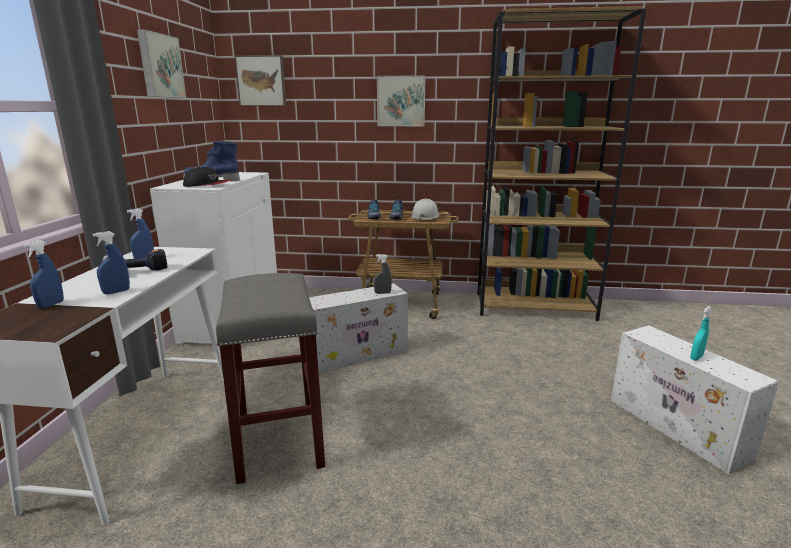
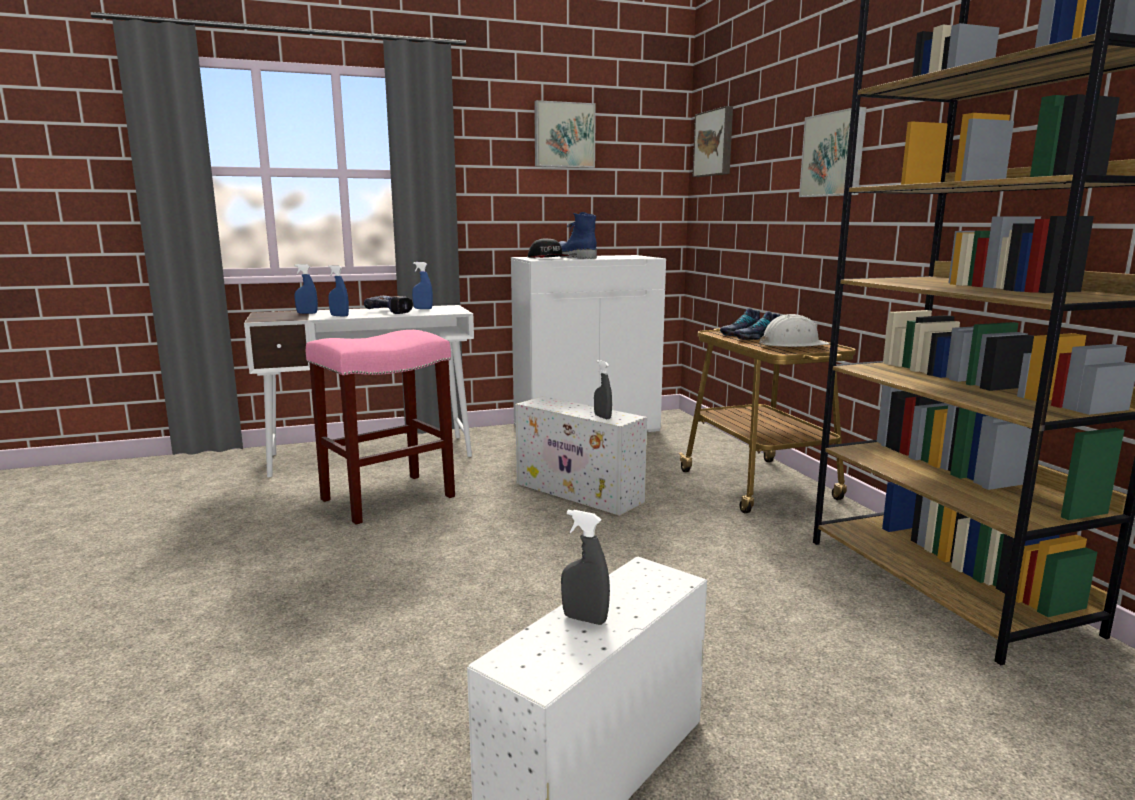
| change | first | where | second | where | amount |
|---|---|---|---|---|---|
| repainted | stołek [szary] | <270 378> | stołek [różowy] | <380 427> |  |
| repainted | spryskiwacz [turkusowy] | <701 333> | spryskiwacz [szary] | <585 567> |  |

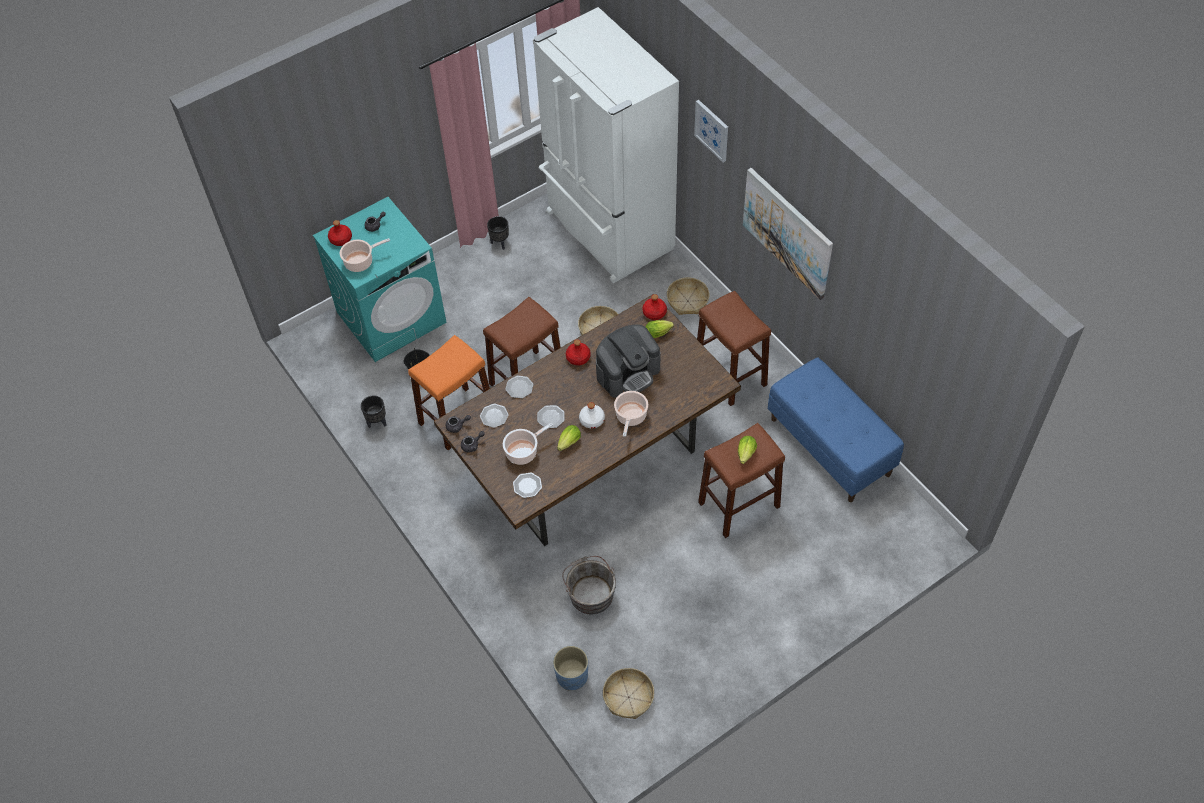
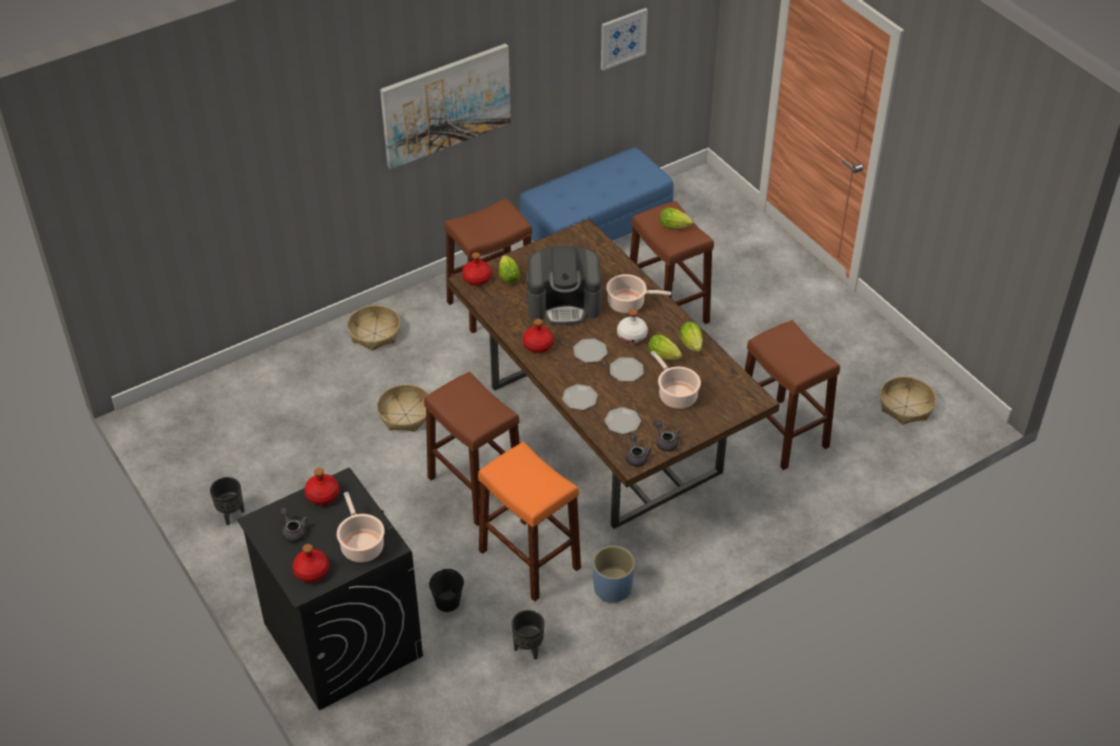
| change | first | where | second | where | amount |
|---|---|---|---|---|---|
| gone | lodówka [biały] | <606 145> |  |  |  |
| new |  |  | butelka [czerwony] | <321 486> |  |
| new |  |  | sałata | <691 337> |  |
| shifted | talerz | <527 485> |  | <590 350> |  |
| shifted | donica [niebieski] | <570 668> |  | <614 574> |  |
| shifted | obraz | <711 131> |  | <624 39> |  |
| swapped | wiadro [szary] | <589 585> | stołek [brązowy] | <792 395> |  |
| repainted | pralka [turkusowy] | <380 279> | pralka [czarny] | <330 588> |  |
| rotated | ekspres do kawy | <628 361> |  | <564 285> | 120 degrees clockwise |

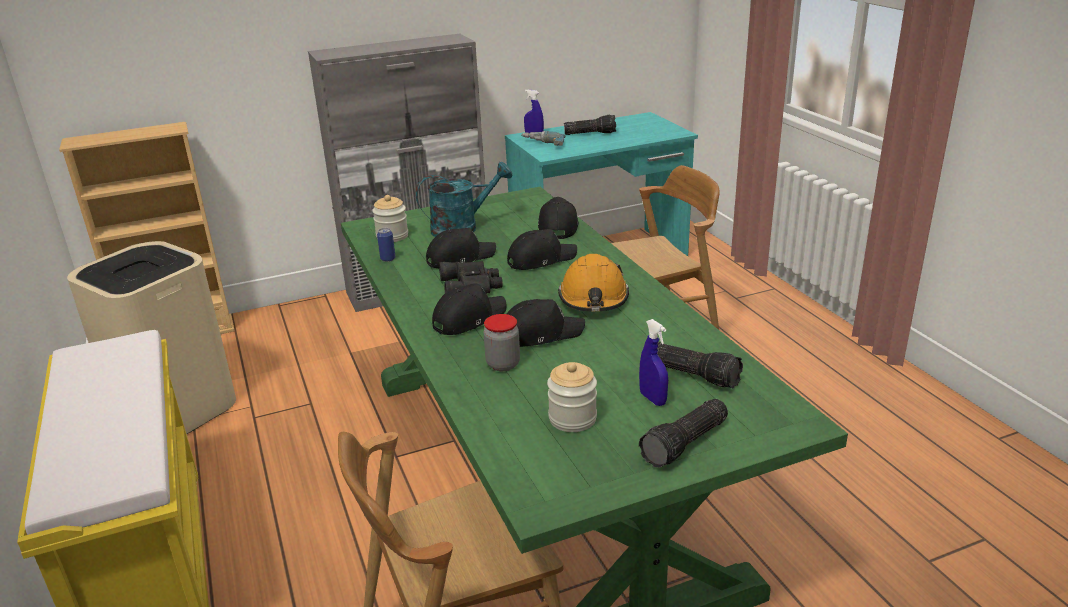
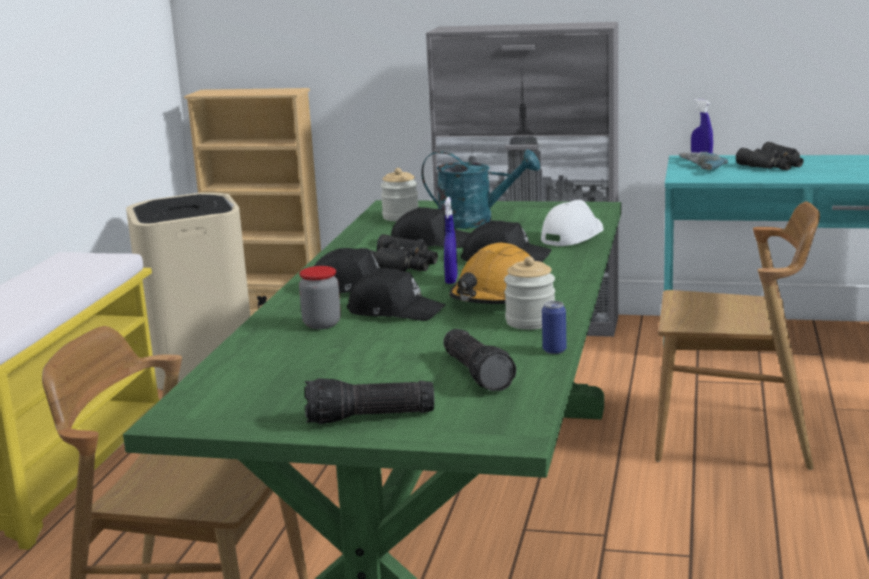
| change | first | where | second | where | amount |
|---|---|---|---|---|---|
| shifted | puszka | <386 245> |  | <554 327> |  |
| shifted | słoik | <572 397> |  | <529 293> |  |
| shifted | spryskiwacz [niebieski] | <653 362> |  | <451 240> |  |
| swapped | latarka | <590 125> | lornetka [czarny] | <770 156> |  |
| repainted | czapka z daszkiem [czarny] | <558 218> | czapka z daszkiem [biały] | <572 223> |  |

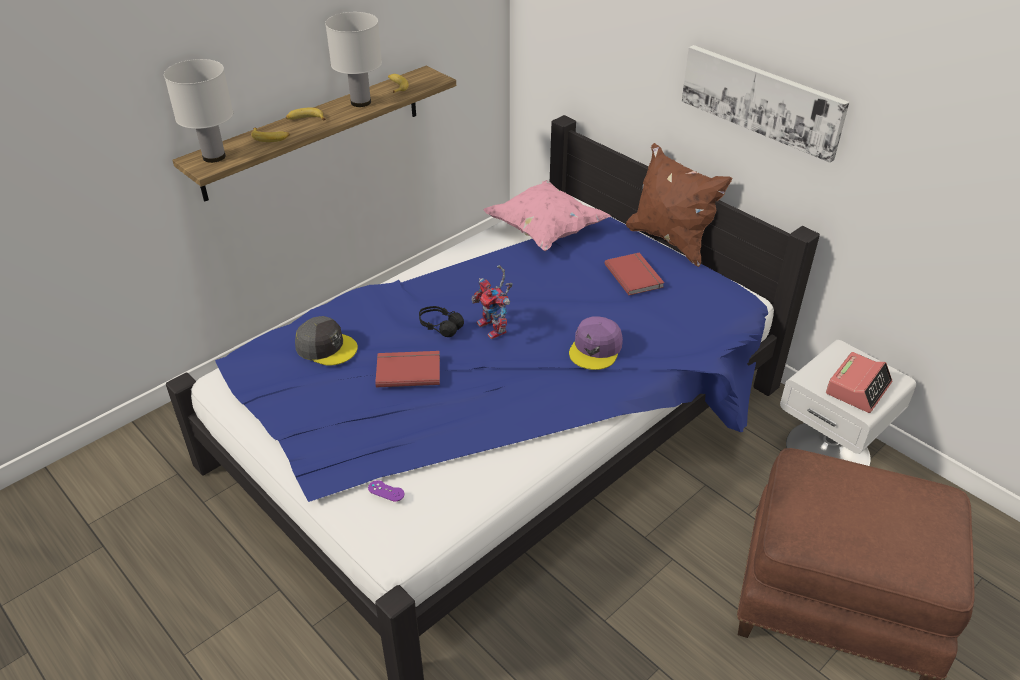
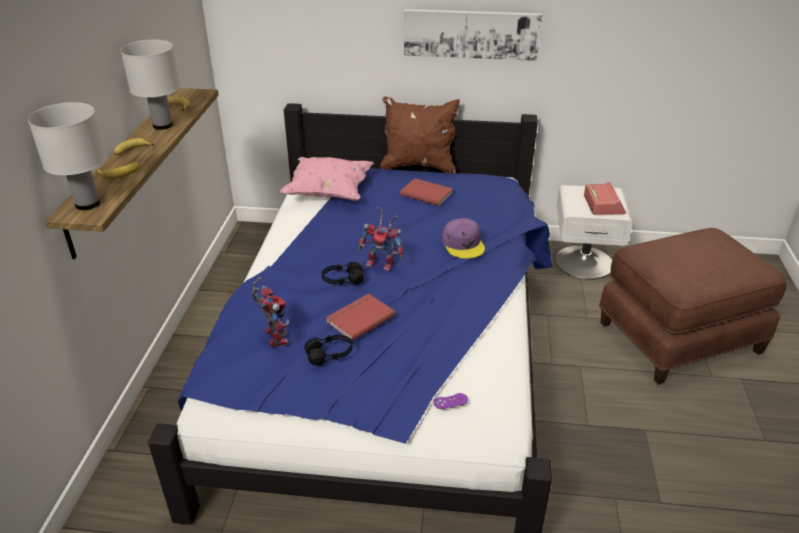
| change | first | where | second | where | amount |
|---|---|---|---|---|---|
| new |  |  | słuchawki [czarny] | <328 350> |  |
| swapped | czapka z daszkiem [szary] | <326 341> | robot zabawkowy | <271 312> |  |

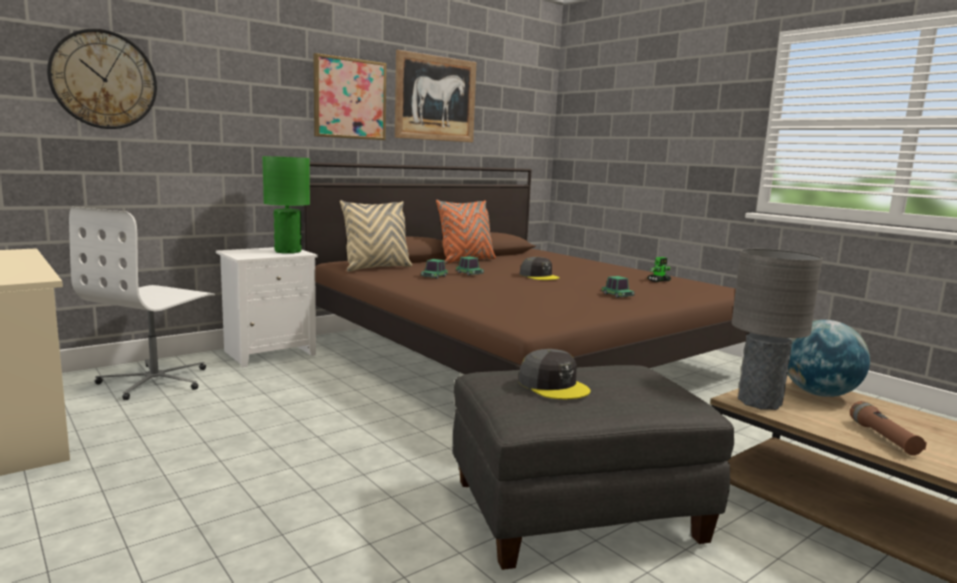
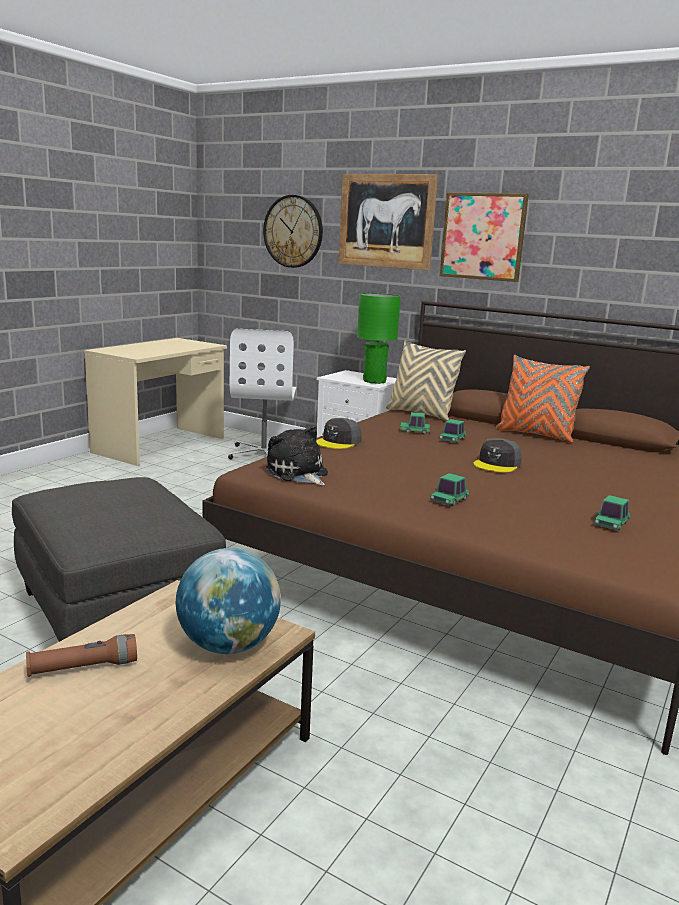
| change | first | where | second | where | amount |
|---|---|---|---|---|---|
| gone | lampa stołowa [szary] | <777 329> |  |  |  |
| new |  |  | pluszak | <297 456> |  |
| shifted | obraz | <435 96> |  | <388 222> |  |
| shifted | czapka z daszkiem [szary] | <555 374> |  | <339 433> |  |
| swapped | robot zabawkowy | <659 269> | samochodzik | <612 512> |  |
| rotated | krzesło biurowe [biały] | <142 303> |  | <262 394> | 90 degrees counterclockwise |

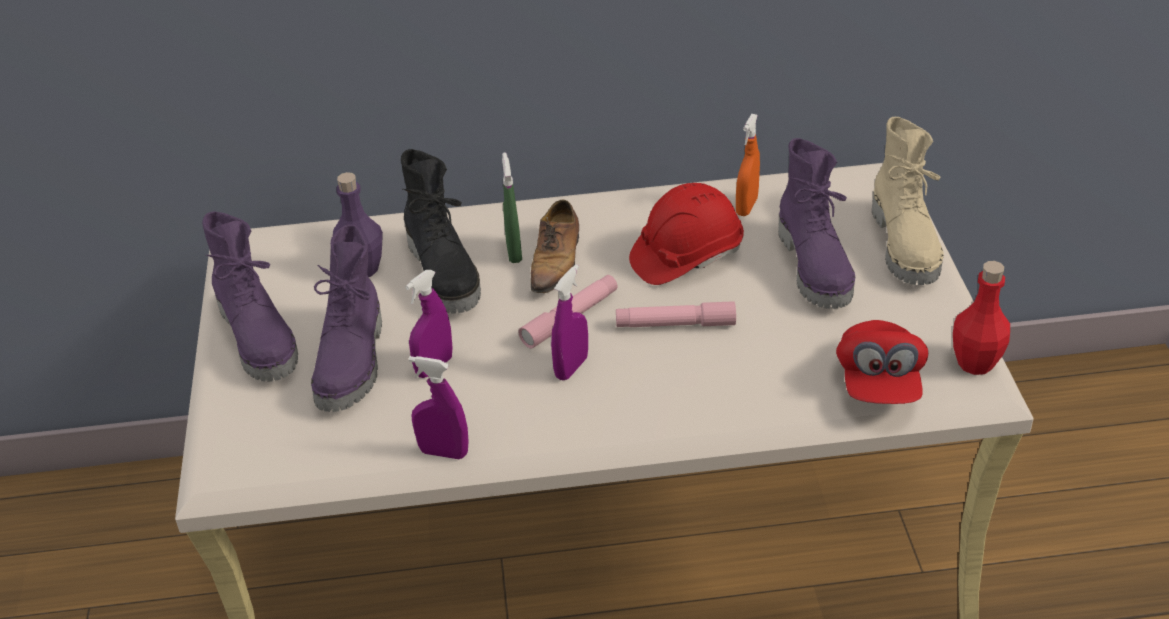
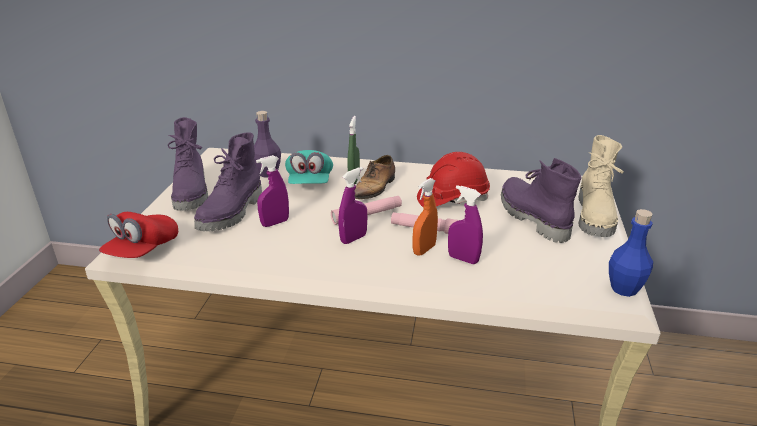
| change | first | where | second | where | amount |
|---|---|---|---|---|---|
| shifted | spryskiwacz [fioletowy] | <439 407> |  | <465 224> |  |
| shifted | spryskiwacz [pomarańczowy] | <748 165> |  | <425 217> |  |
| shifted | czapka z daszkiem [czerwony] | <882 362> |  | <138 235> |  |
| swapped | but z cholewką [czarny] | <441 231> | czapka z daszkiem [turkusowy] | <309 167> |  |
| repainted | butelka [czerwony] | <981 318> | butelka [niebieski] | <631 253> |  |
| rotated | but z cholewką [fioletowy] | <816 223> |  | <541 200> | 150 degrees clockwise |

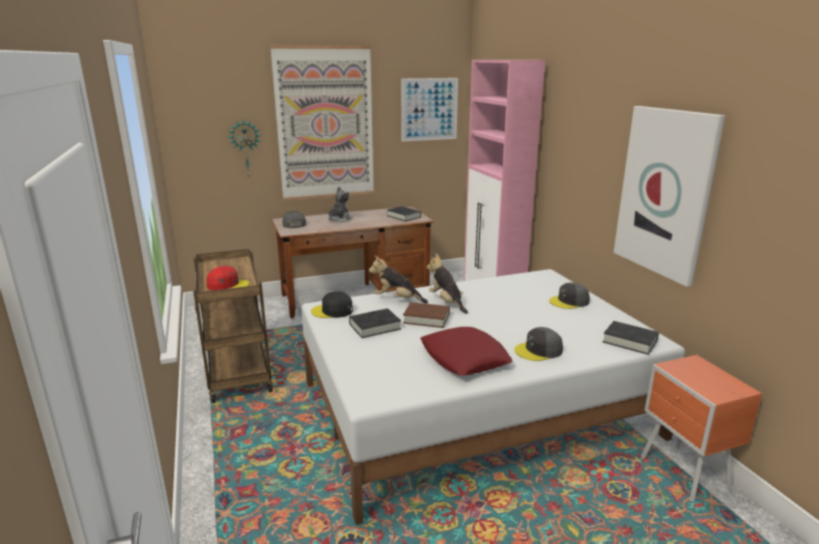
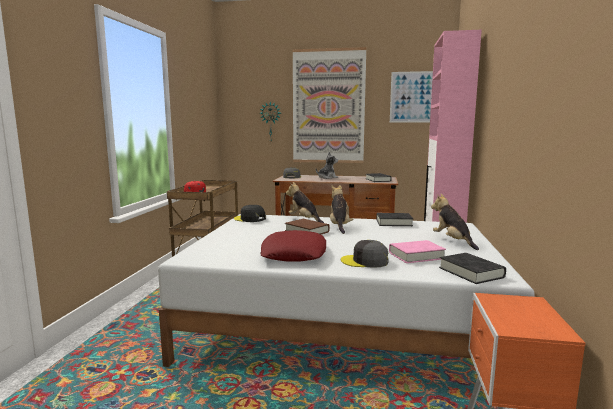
| change | first | where | second | where | amount |
|---|---|---|---|---|---|
| gone | obraz | <669 196> |  |  |  |
| new |  |  | książka [różowy] | <417 251> |  |
| shifted | książka [czarny] | <375 323> |  | <394 219> |  |
| swapped | czapka z daszkiem [szary] | <569 295> | pluszak | <455 222> |  |

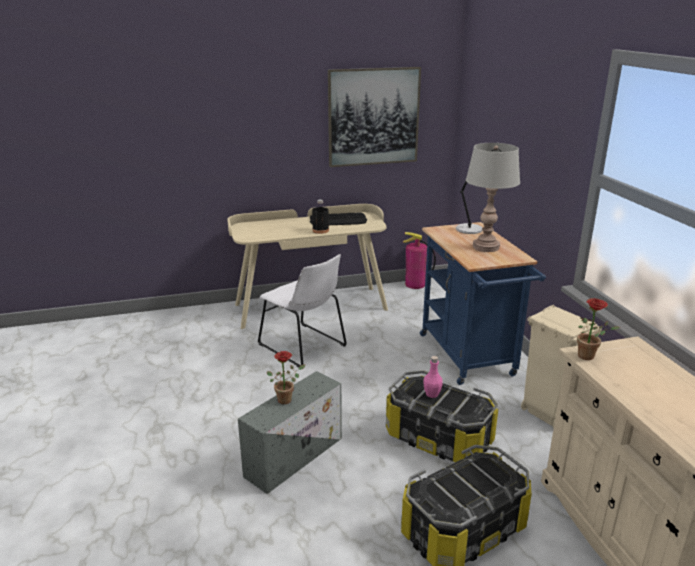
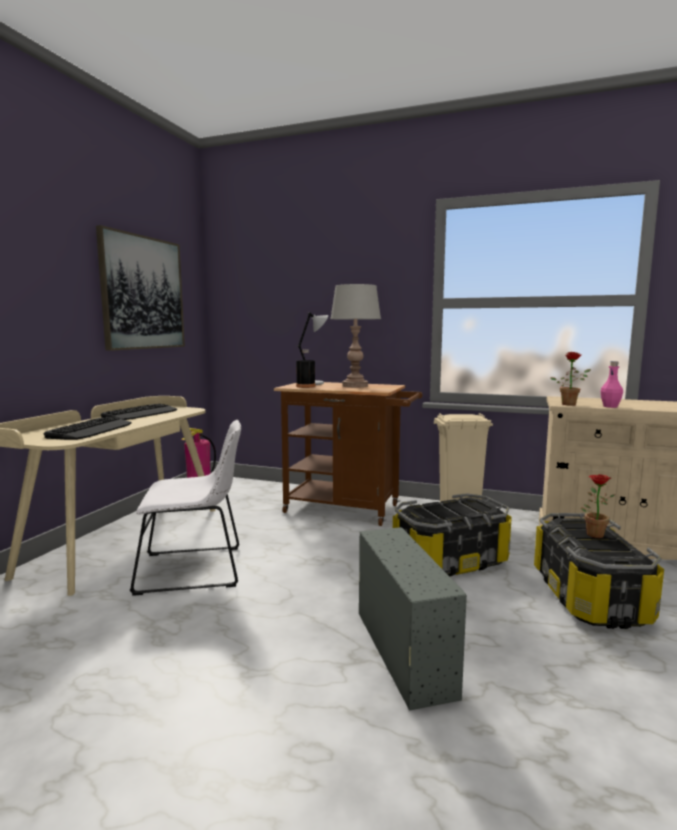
| change | first | where | second | where | amount |
|---|---|---|---|---|---|
| new |  |  | klawiatura | <88 428> |  |
| shifted | roślina doniczkowa | <286 377> |  | <598 506> |  |
| shifted | butelka [czarny] | <320 216> |  | <305 369> |  |
| shifted | butelka [różowy] | <433 377> |  | <612 384> |  |
| repainted | wózek [niebieski] | <483 303> | wózek [brązowy] | <348 454> |  |

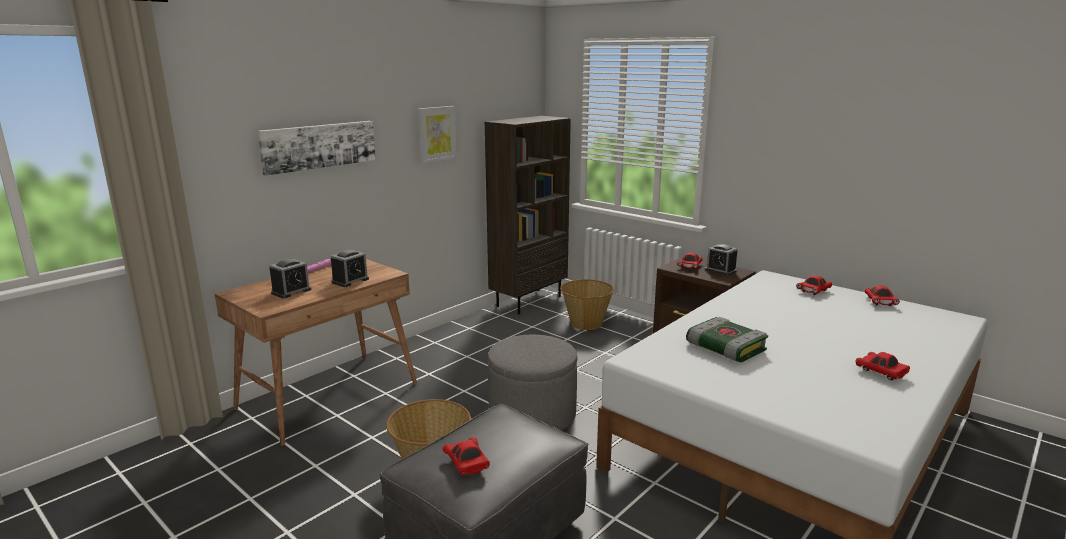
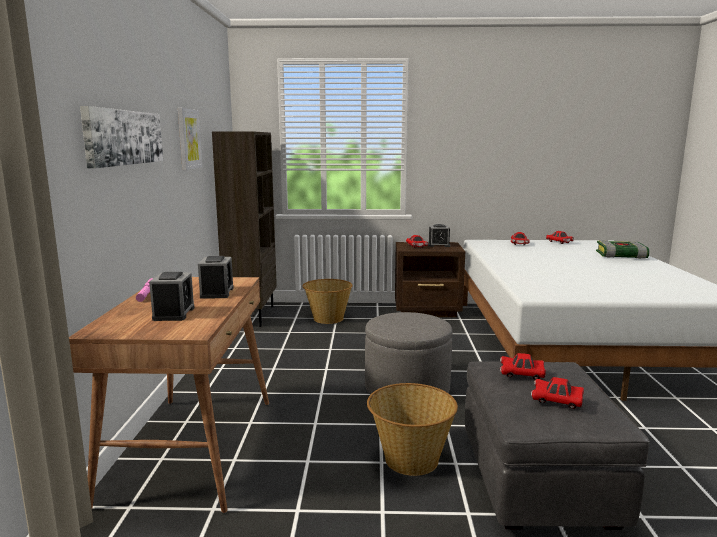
| change | first | where | second | where | amount |
|---|---|---|---|---|---|
| shifted | książka | <727 339> |  | <622 249> |  |
| shifted | samochodzik [czerwony] | <883 366> |  | <523 366> |  |

